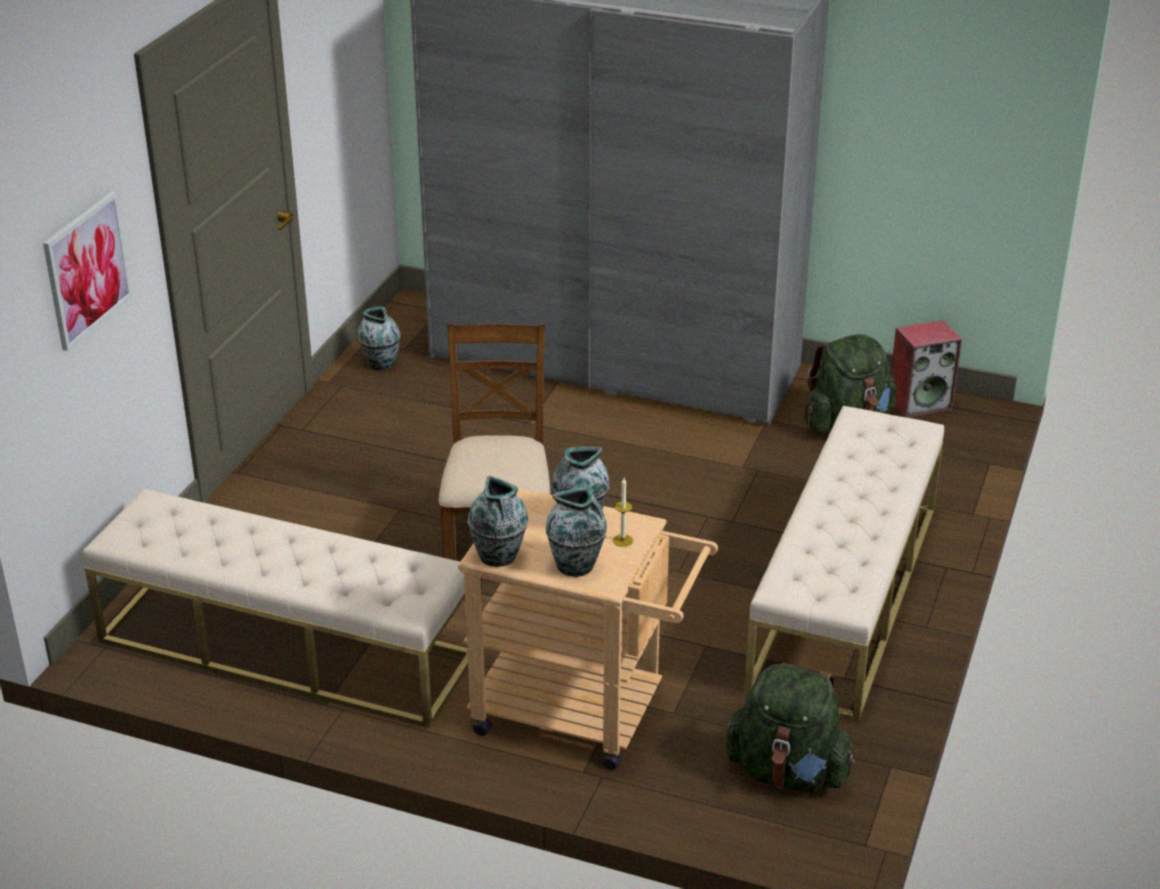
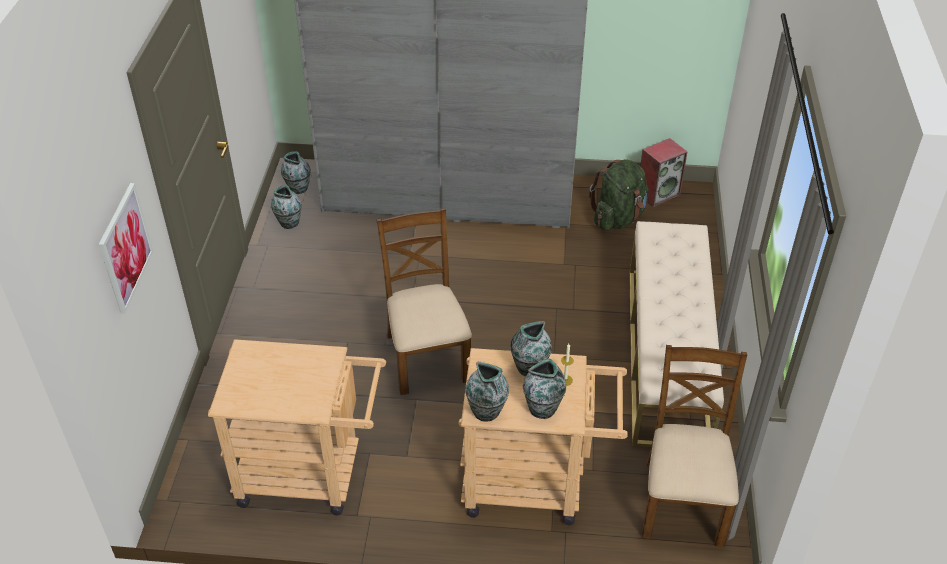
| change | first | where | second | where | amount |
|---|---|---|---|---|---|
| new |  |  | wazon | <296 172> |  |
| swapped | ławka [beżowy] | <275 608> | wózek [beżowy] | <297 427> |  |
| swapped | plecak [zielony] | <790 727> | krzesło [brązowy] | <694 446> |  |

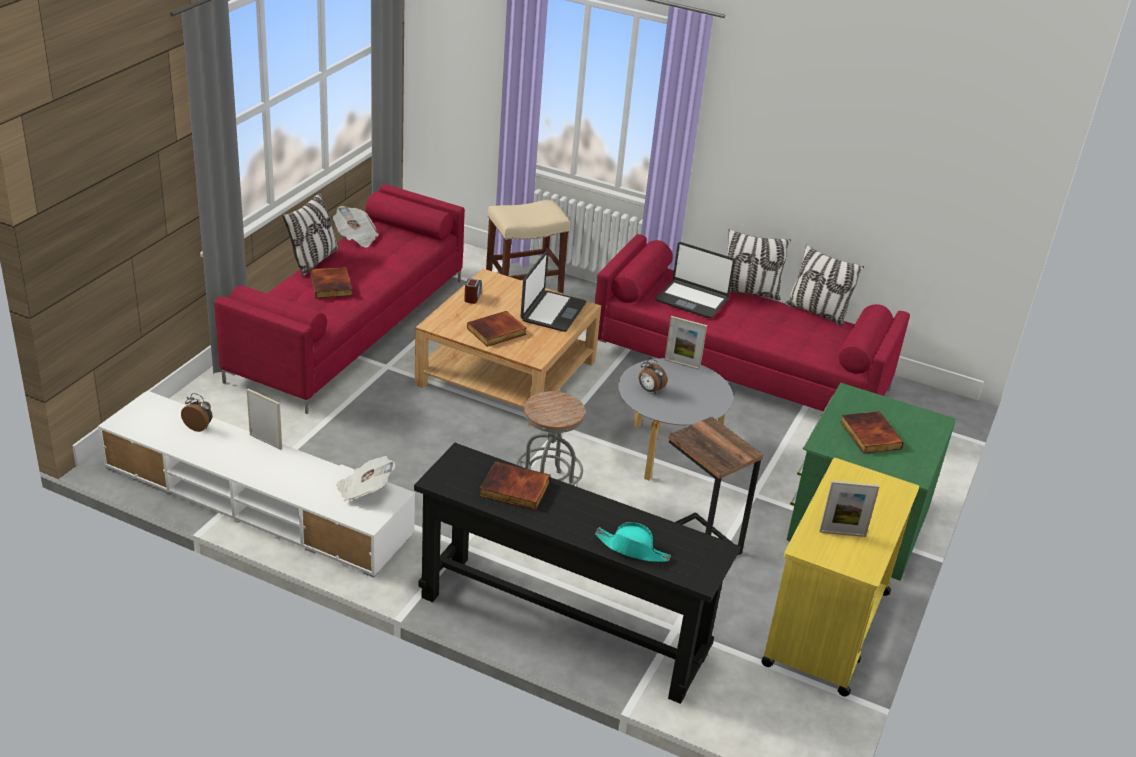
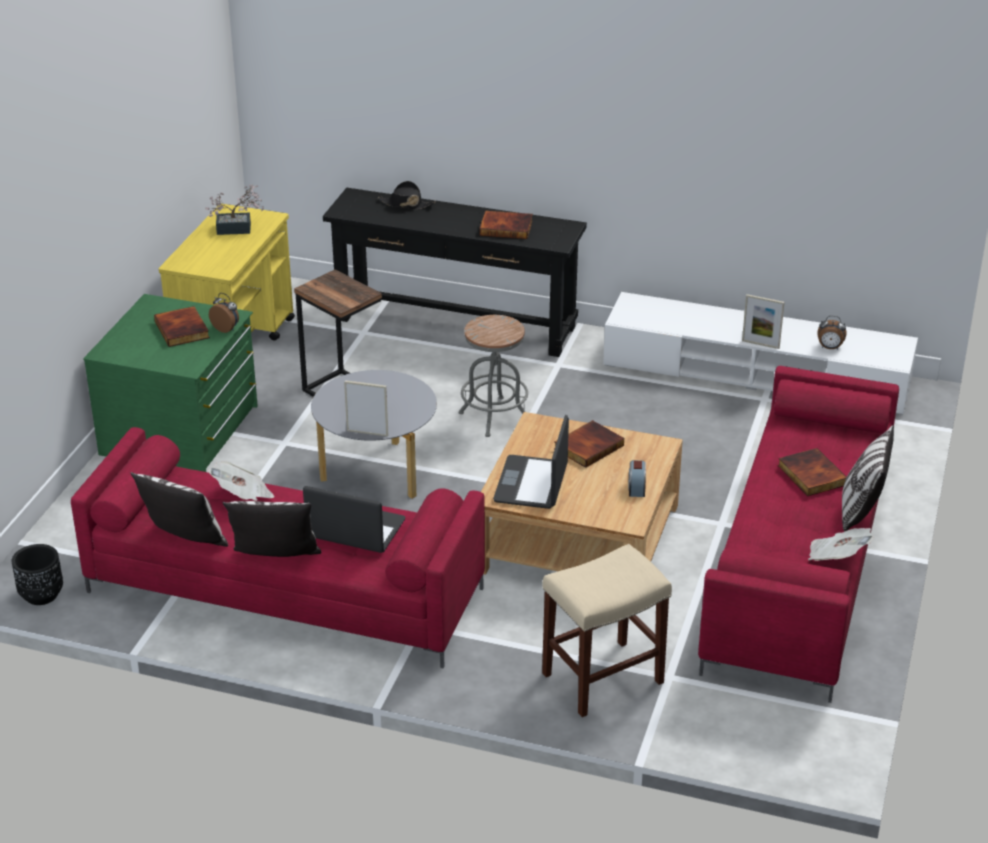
| change | first | where | second | where | amount |
|---|---|---|---|---|---|
| new |  |  | donica [czarny] | <37 574> |  |
| shifted | gazeta | <365 479> |  | <241 481> |  |
| shifted | budzik | <653 376> |  | <224 313> |  |
| swapped | ramka na zdjęcie | <849 508> | roślina doniczkowa | <234 209> |  |
| repainted | kapelusz [turkusowy] | <633 542> | kapelusz [czarny] | <406 195> |  |

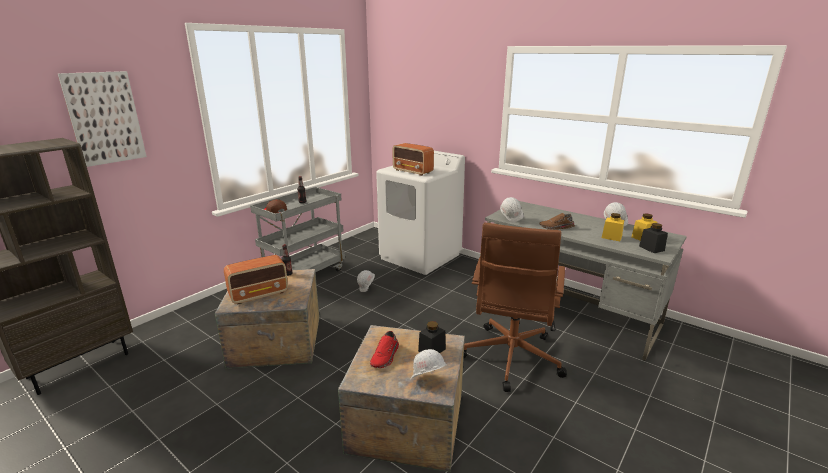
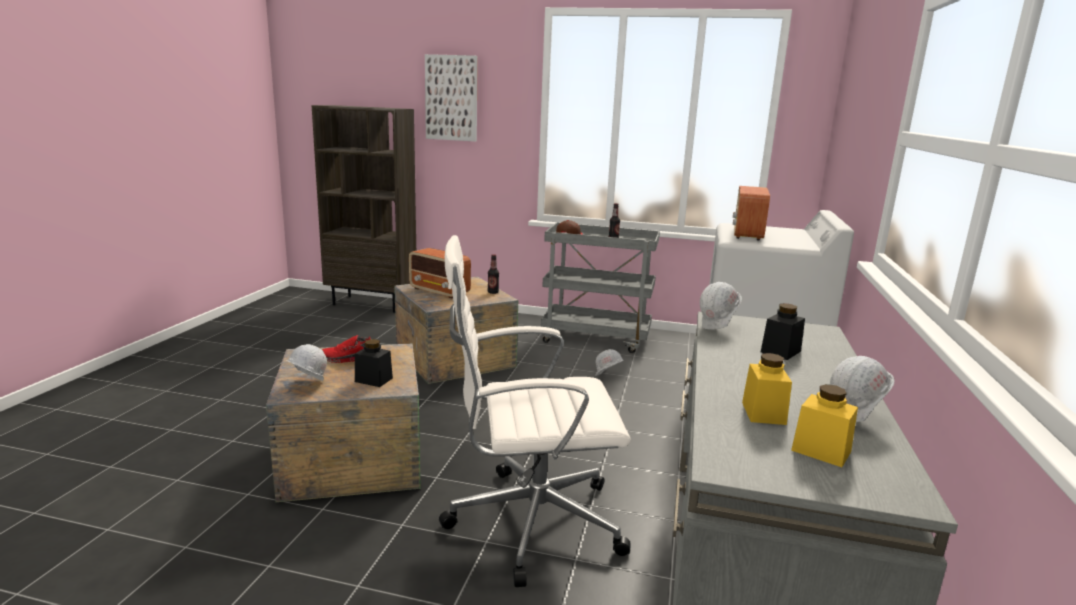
| change | first | where | second | where | amount |
|---|---|---|---|---|---|
| gone | but [brązowy] | <557 221> |  |  |  |
| shifted | słoik [czarny] | <653 238> |  | <783 331> |  |
| repainted | krzesło biurowe [brązowy] | <515 307> | krzesło biurowe [biały] | <535 411> |  |

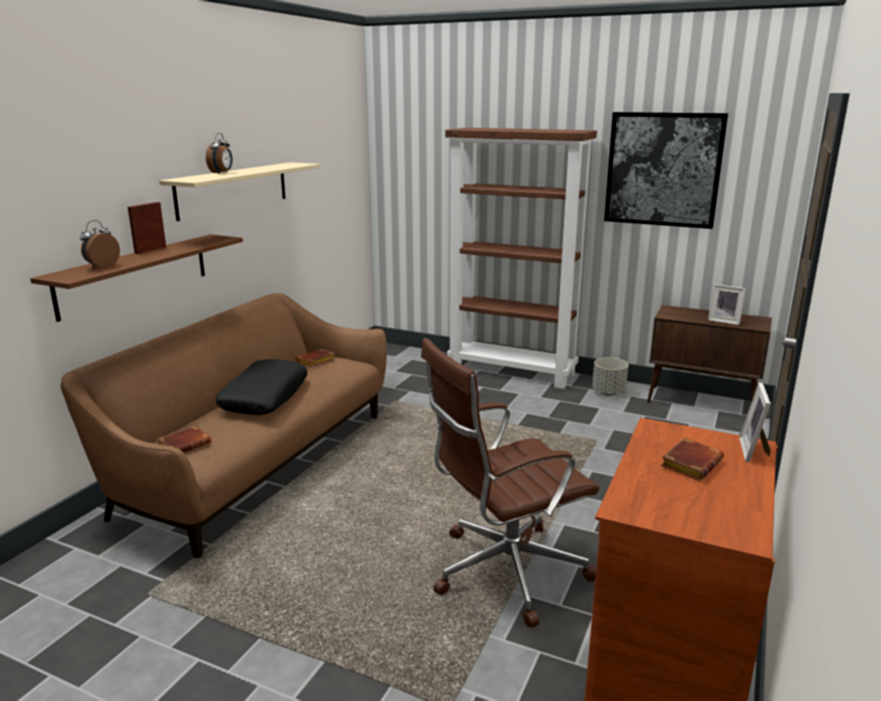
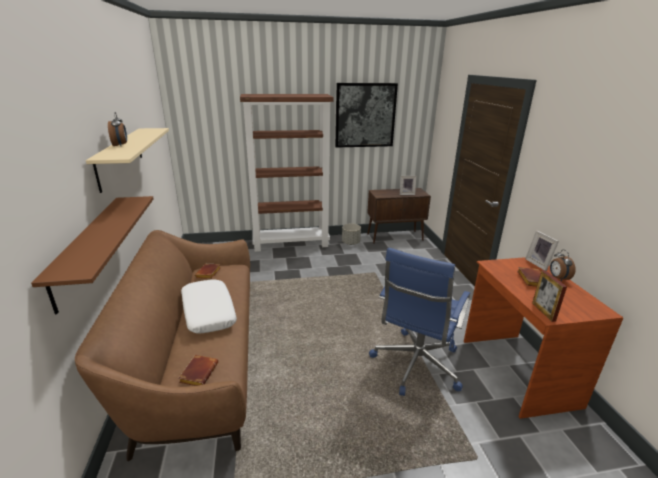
| change | first | where | second | where | amount |
|---|---|---|---|---|---|
| shifted | budzik | <100 244> |  | <563 266> |  |
| shifted | ramka na zdjęcie | <147 228> |  | <549 296> |  |
| repainted | poduszka [czarny] | <261 387> | poduszka [biały] | <209 306> |  |
| repainted | krzesło biurowe [brązowy] | <510 483> | krzesło biurowe [niebieski] | <419 322> |  |

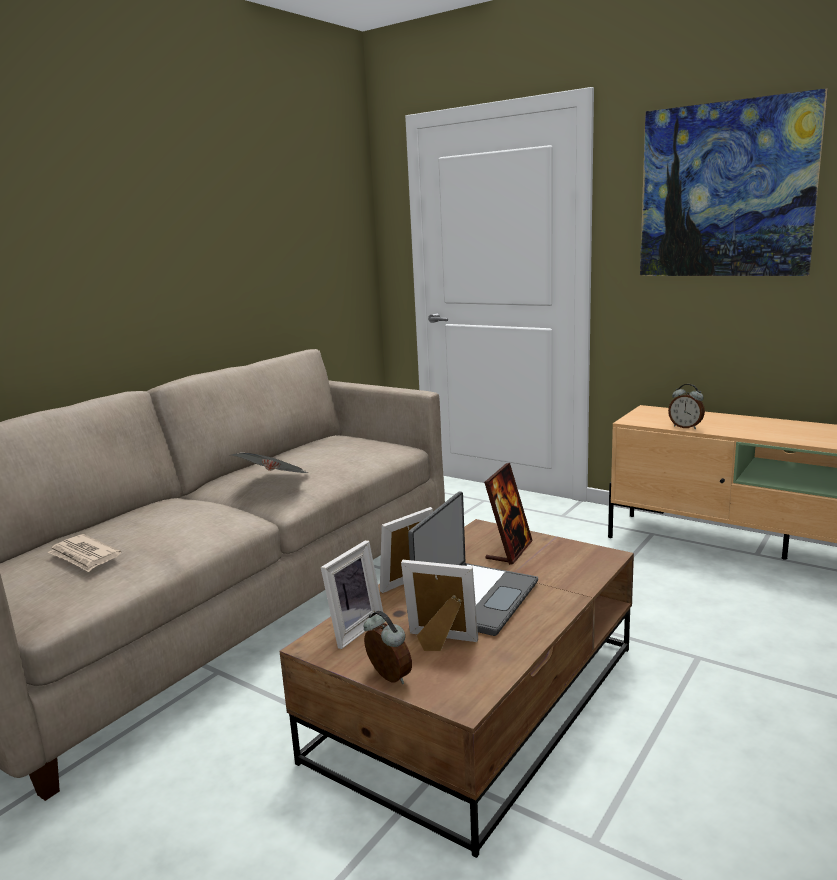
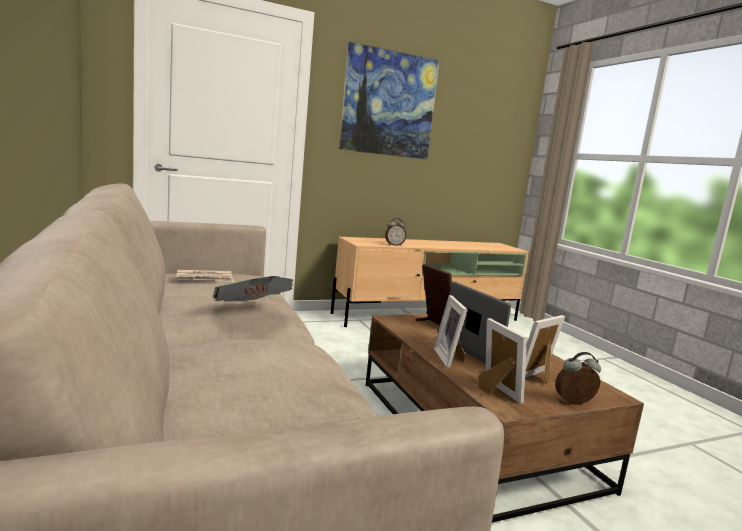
| change | first | where | second | where | amount |
|---|---|---|---|---|---|
| shifted | gazeta | <84 553> |  | <205 276> |  |

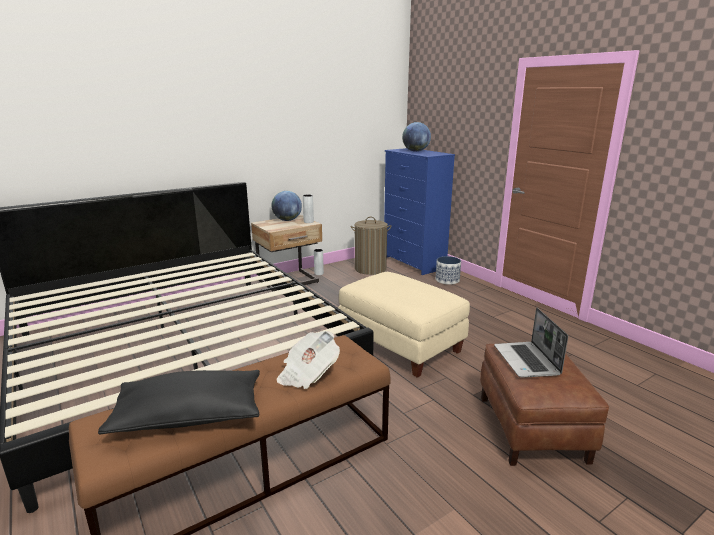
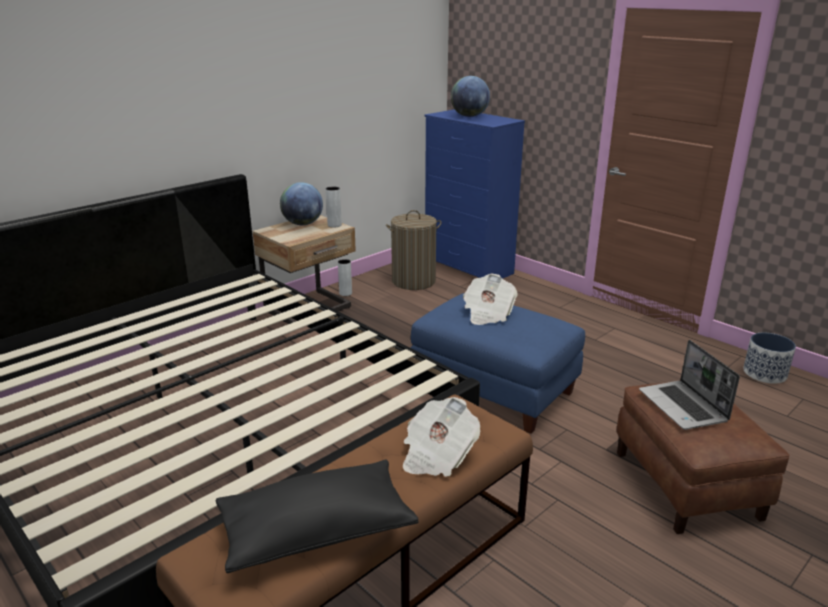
| change | first | where | second | where | amount |
|---|---|---|---|---|---|
| new |  |  | gazeta | <490 299> |  |
| shifted | donica | <448 270> |  | <769 358> |  |
| repainted | pufa [beżowy] | <404 325> | pufa [niebieski] | <497 363> |  |

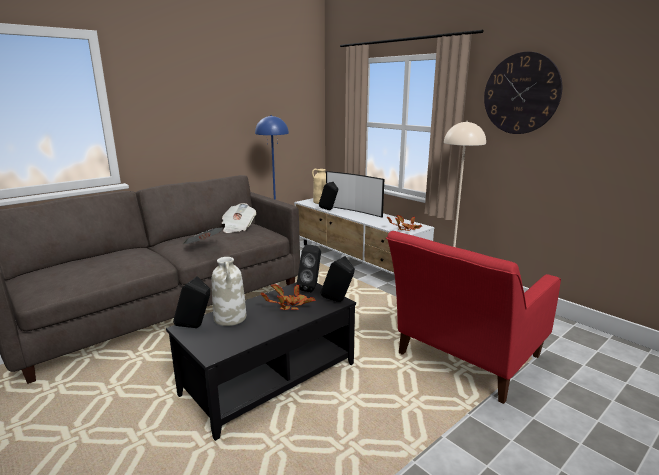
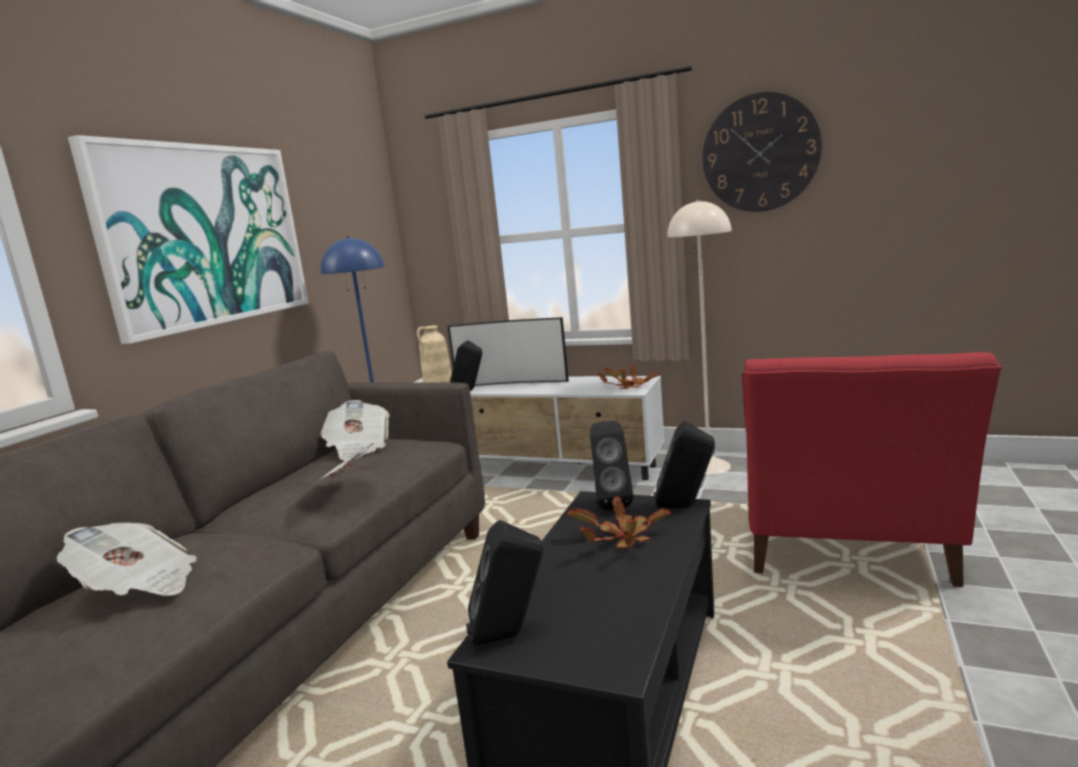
| change | first | where | second | where | amount |
|---|---|---|---|---|---|
| gone | wazon [biały] | <229 291> |  |  |  |
| new |  |  | gazeta | <126 559> |  |
| new |  |  | obraz | <188 239> |  |

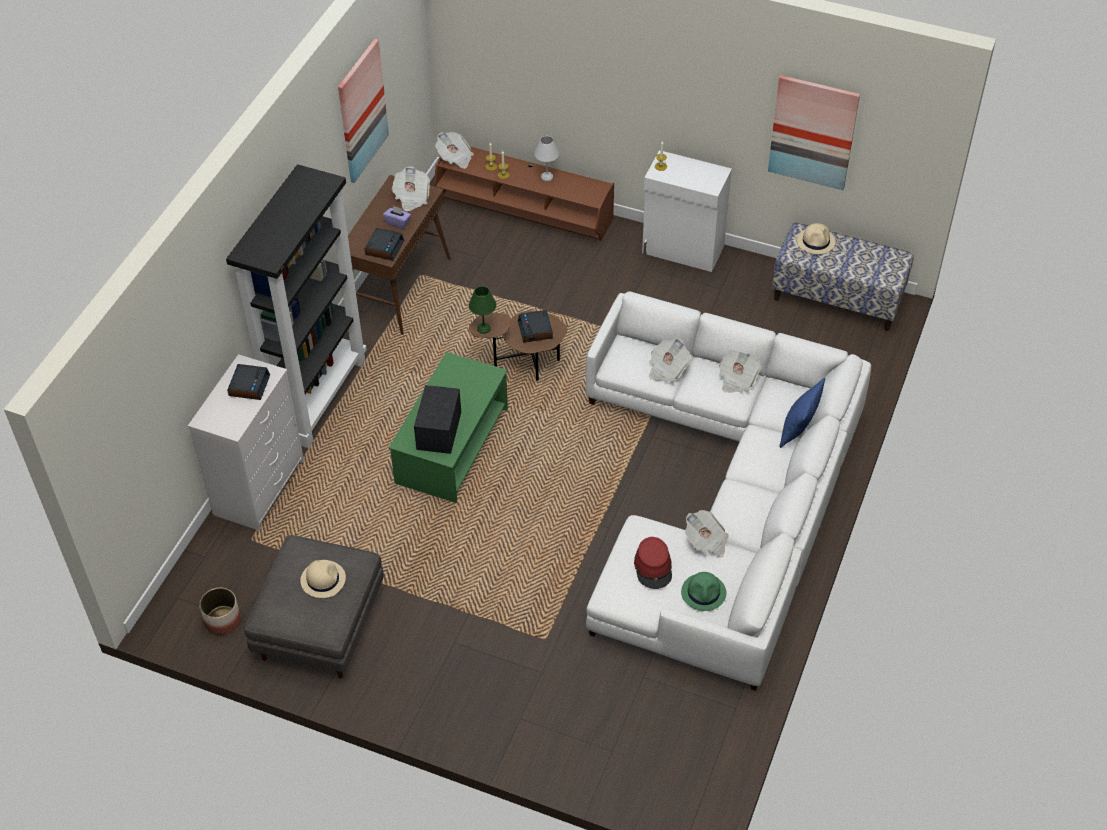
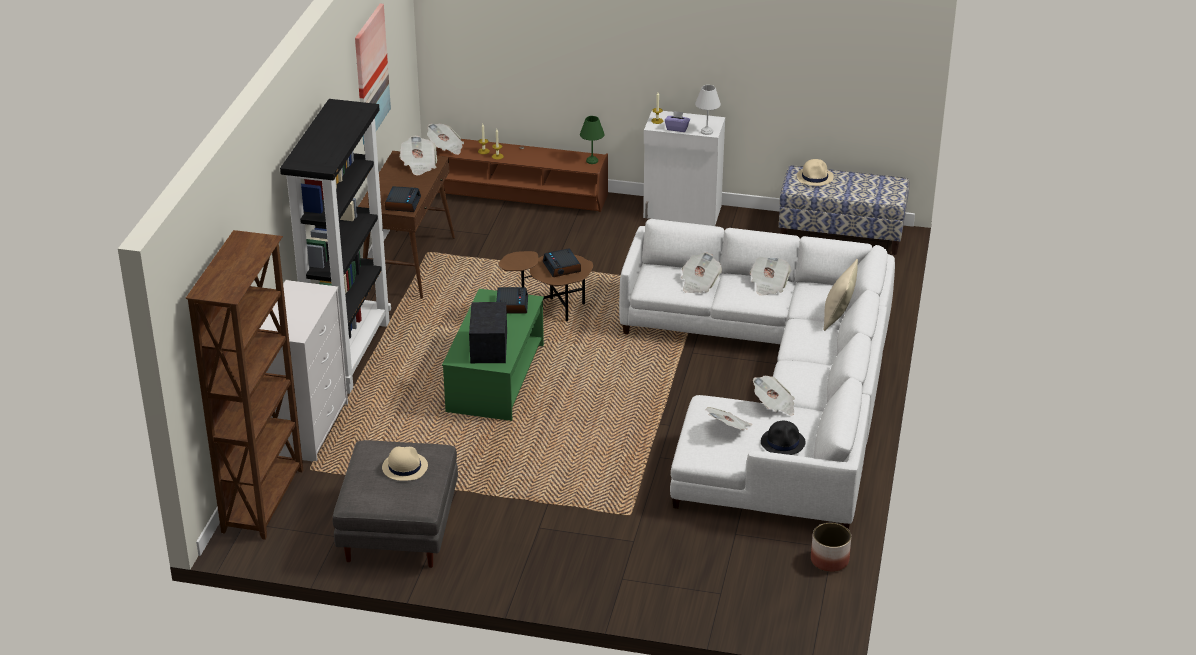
| change | first | where | second | where | amount |
|---|---|---|---|---|---|
| gone | obraz | <814 132> |  |  |  |
| new |  |  | regał [brązowy] | <244 385> |  |
| shifted | donica | <220 611> |  | <831 547> |  |
| shifted | budzik | <248 382> |  | <512 300> |  |
| shifted | pudełko chusteczek [fioletowy] | <397 217> |  | <677 121> |  |
| shifted | lampa stołowa [zielony] | <482 310> |  | <592 140> |  |
| shifted | lampa stołowa [biały] | <546 158> |  | <708 110> |  |
| swapped | kapelusz [czerwony] | <653 563> | gazeta | <729 418> |  |
| repainted | kapelusz [zielony] | <704 591> | kapelusz [czarny] | <783 438> |  |
| repainted | poduszka [niebieski] | <802 413> | poduszka [beżowy] | <841 295> |  |

